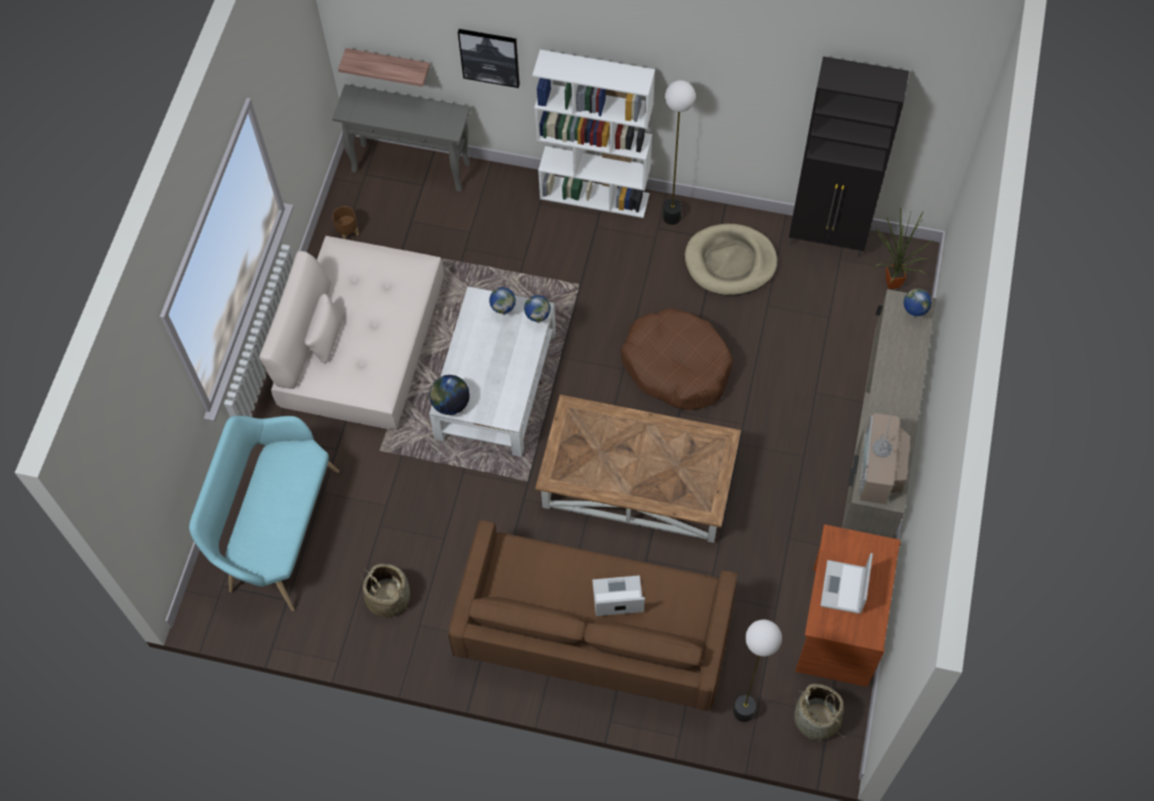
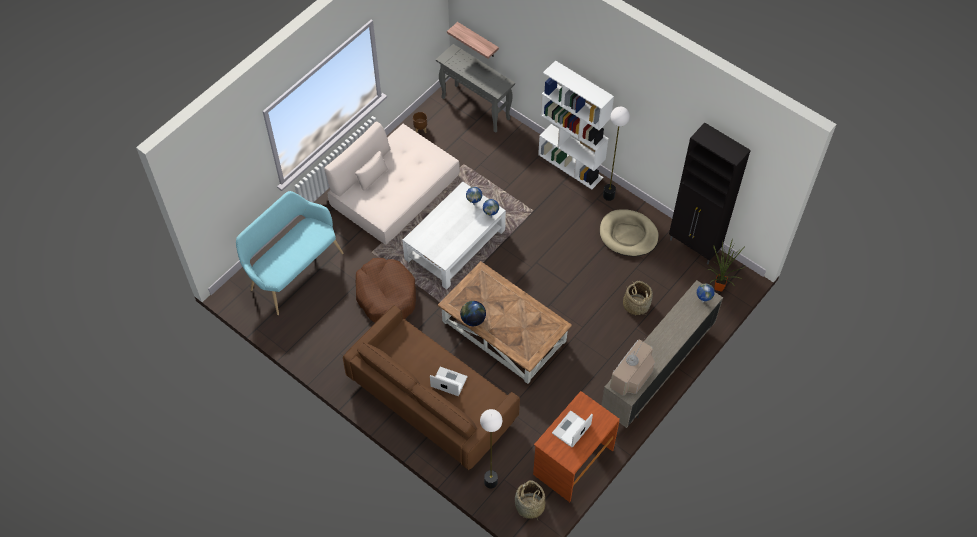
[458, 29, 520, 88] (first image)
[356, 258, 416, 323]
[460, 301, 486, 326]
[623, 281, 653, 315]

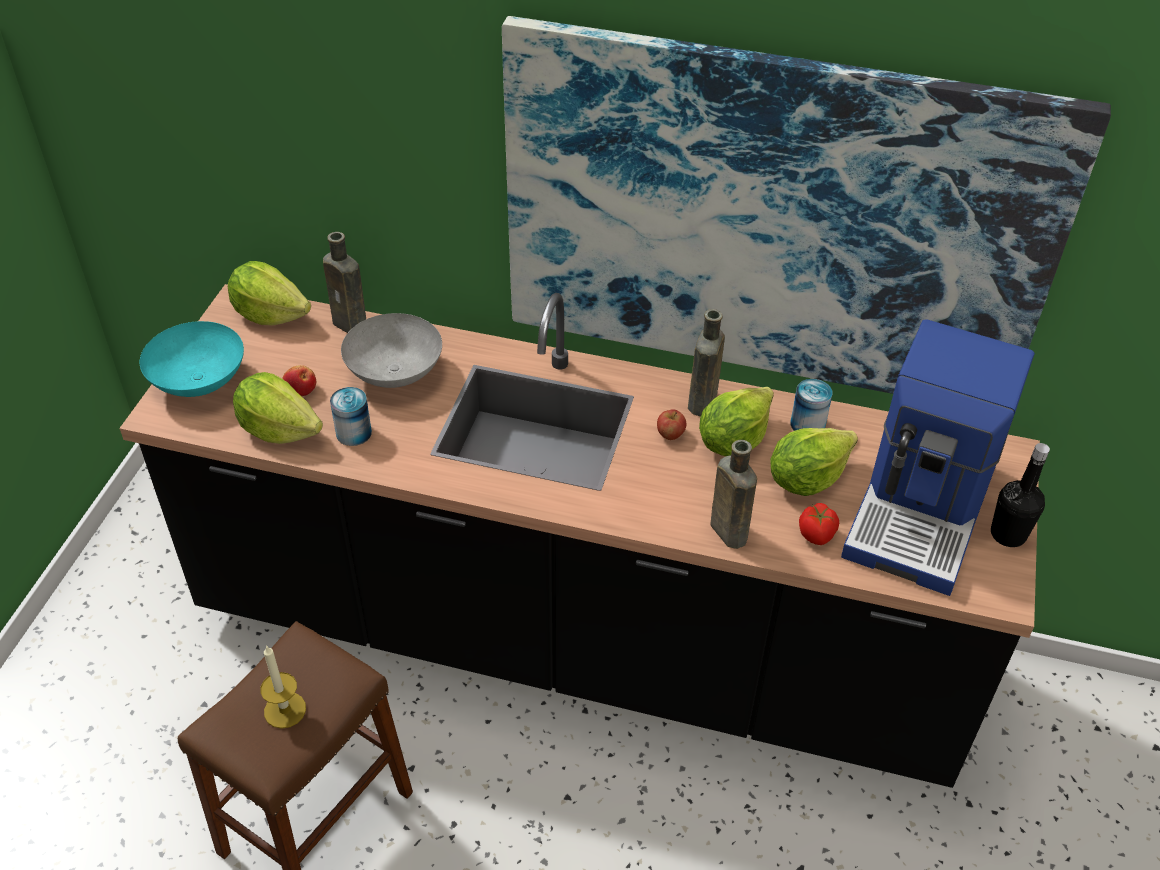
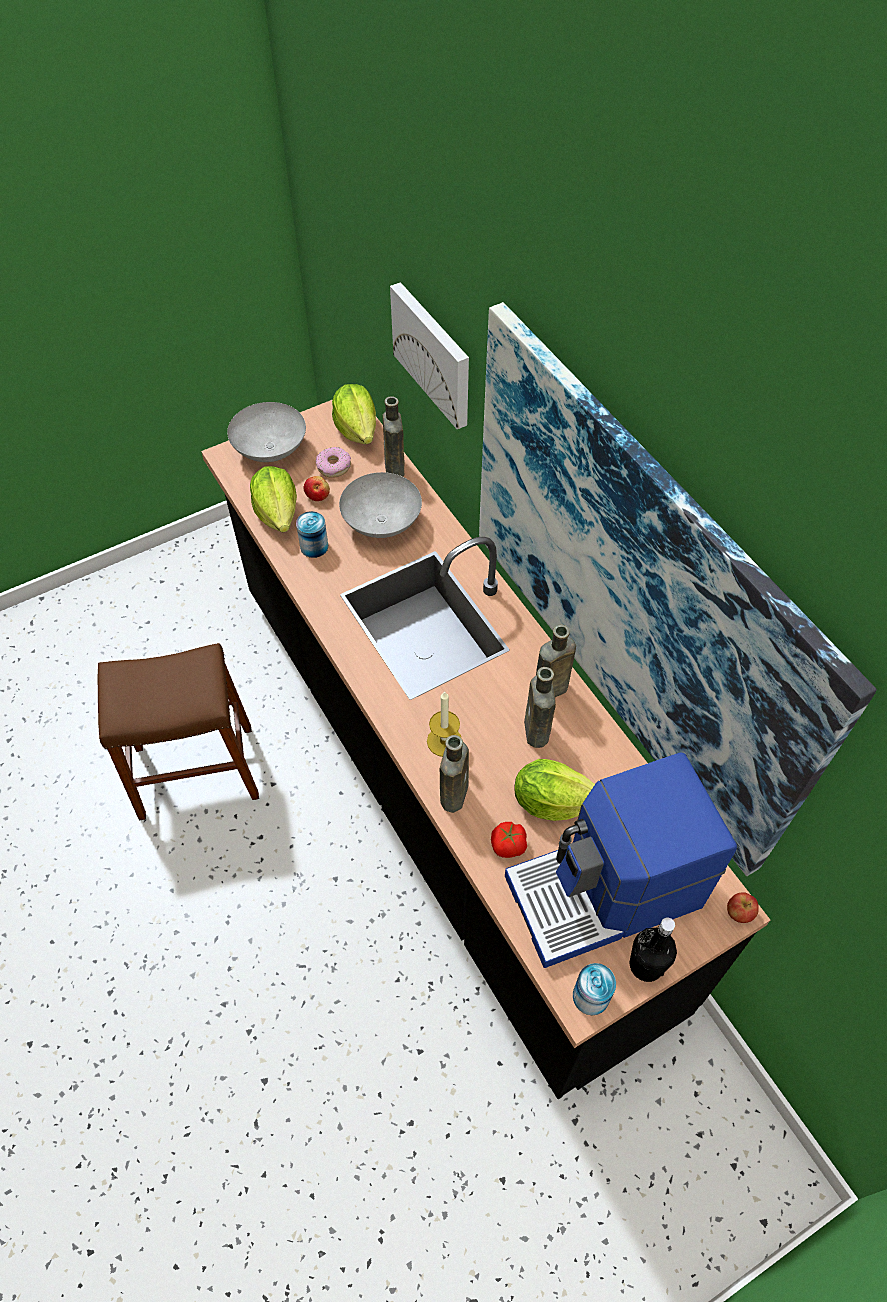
[227, 402, 306, 462]
[573, 963, 616, 1015]
[524, 667, 556, 748]
[727, 892, 759, 923]
[427, 691, 461, 757]
[390, 282, 469, 429]
[316, 447, 351, 478]

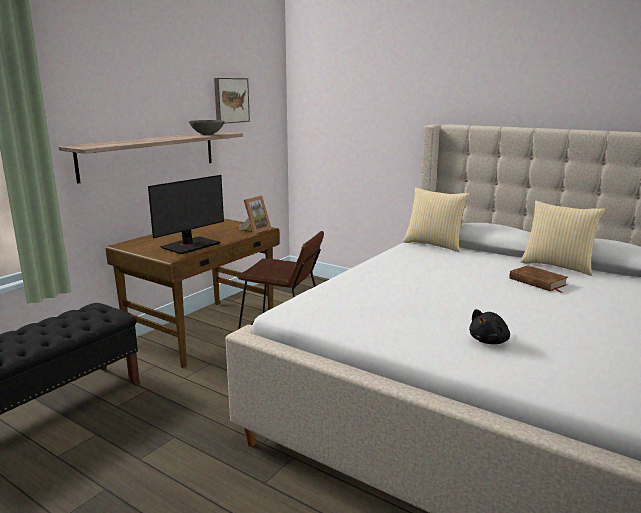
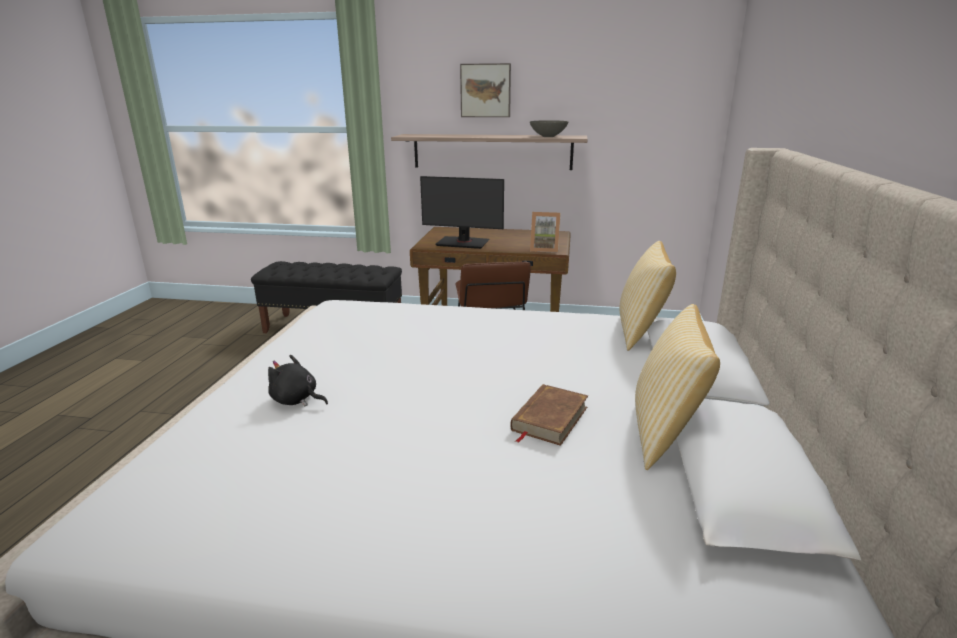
[460, 63, 511, 117]

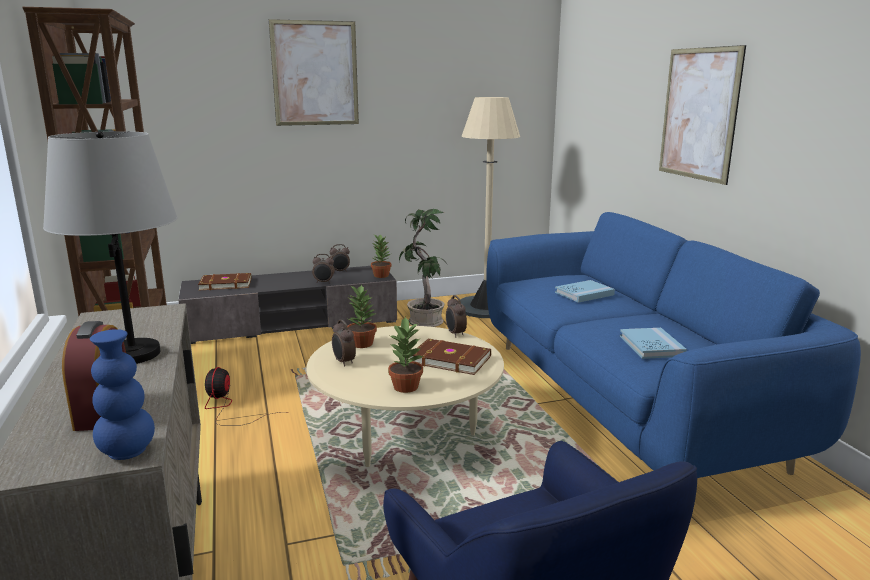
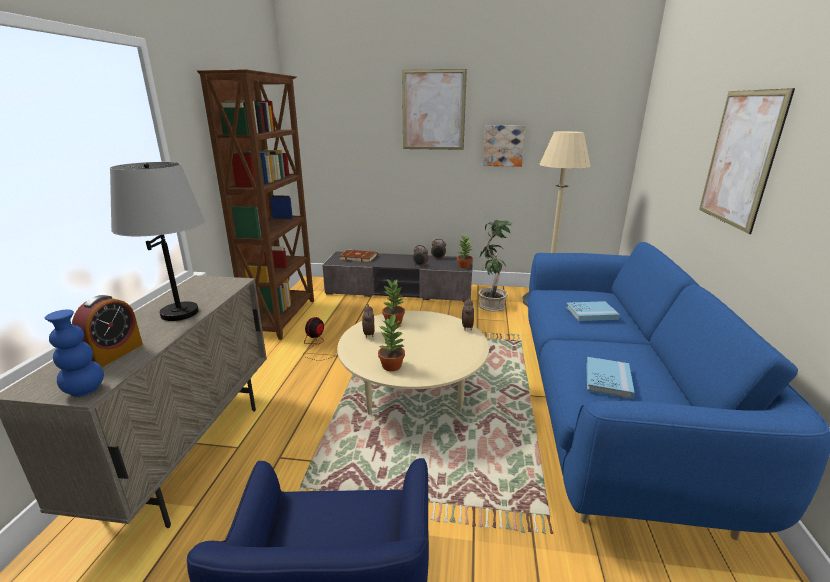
[410, 338, 491, 375] (first image)
[483, 125, 526, 167]

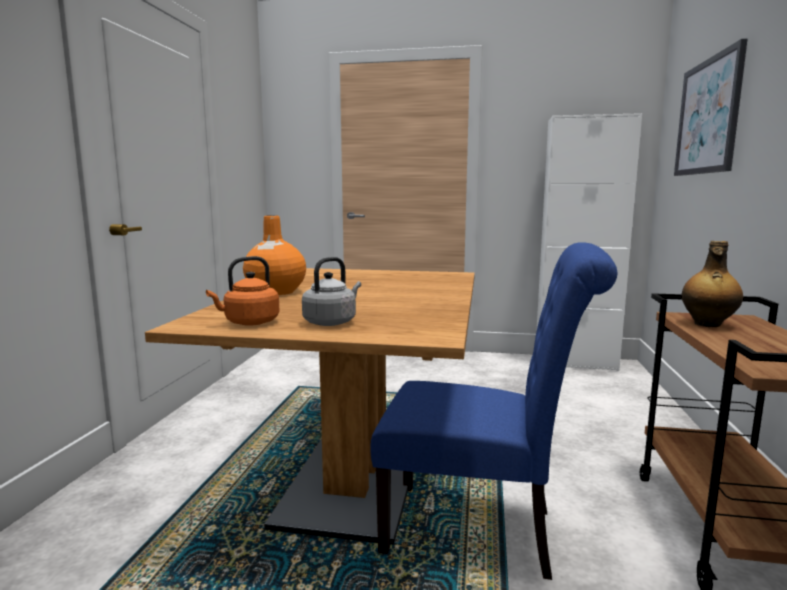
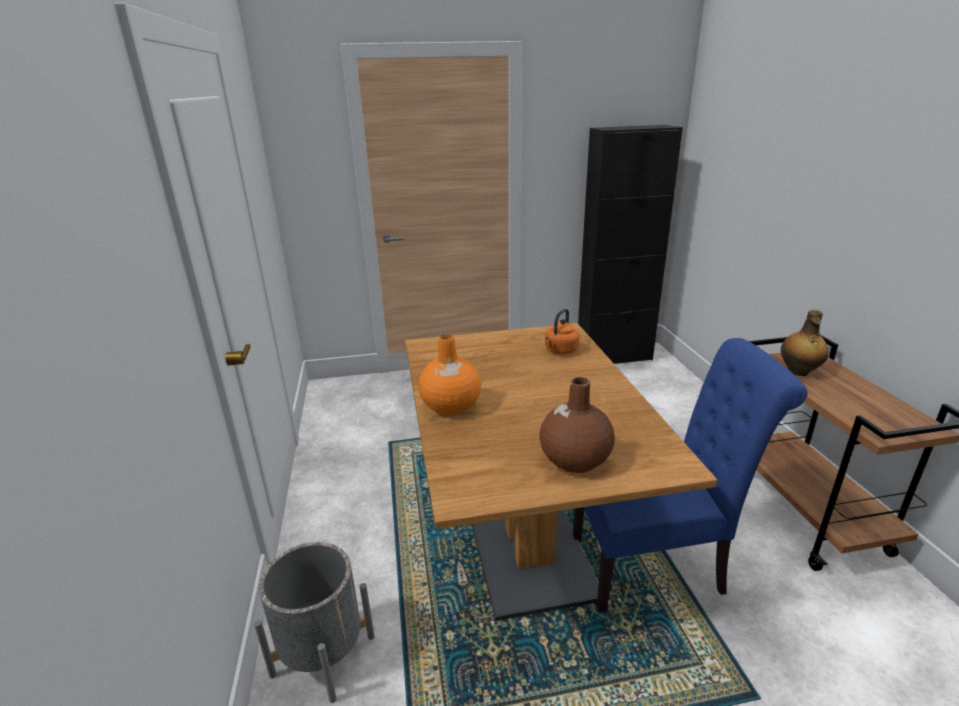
[674, 39, 748, 176] (first image)
[578, 125, 683, 364]
[545, 309, 580, 354]
[540, 377, 615, 473]
[254, 542, 374, 703]

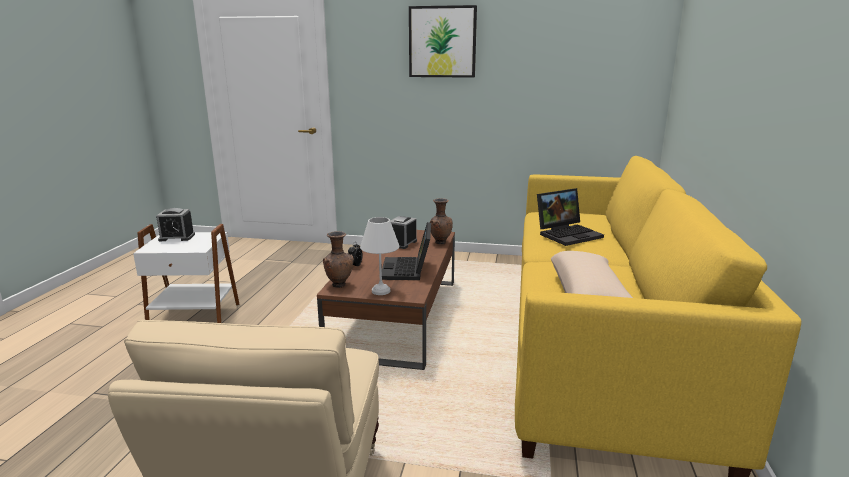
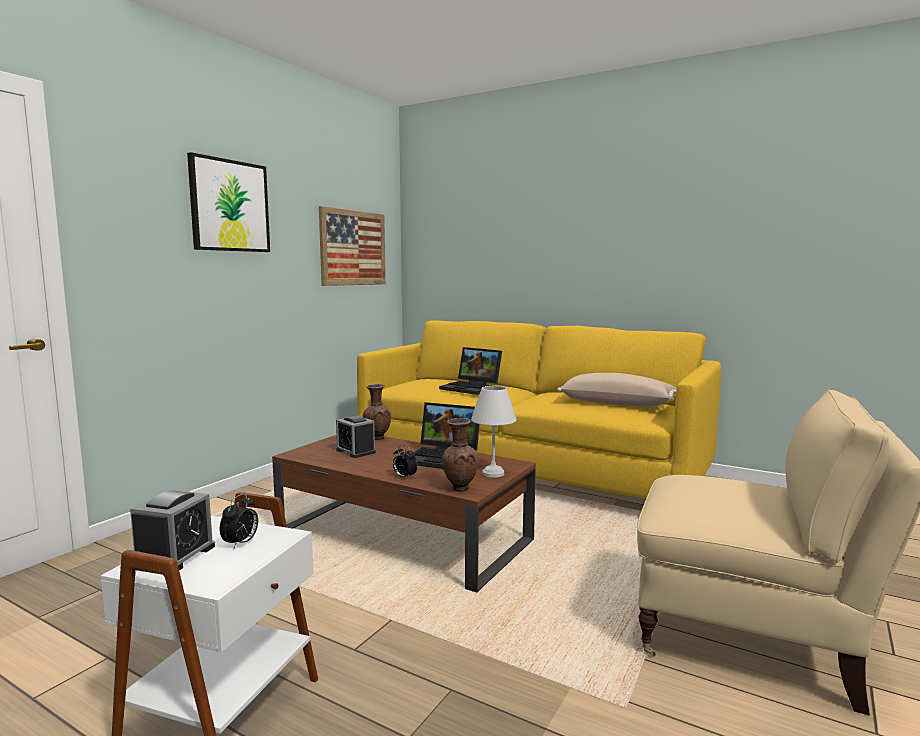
[439, 347, 502, 395]
[319, 206, 386, 286]
[220, 494, 258, 548]

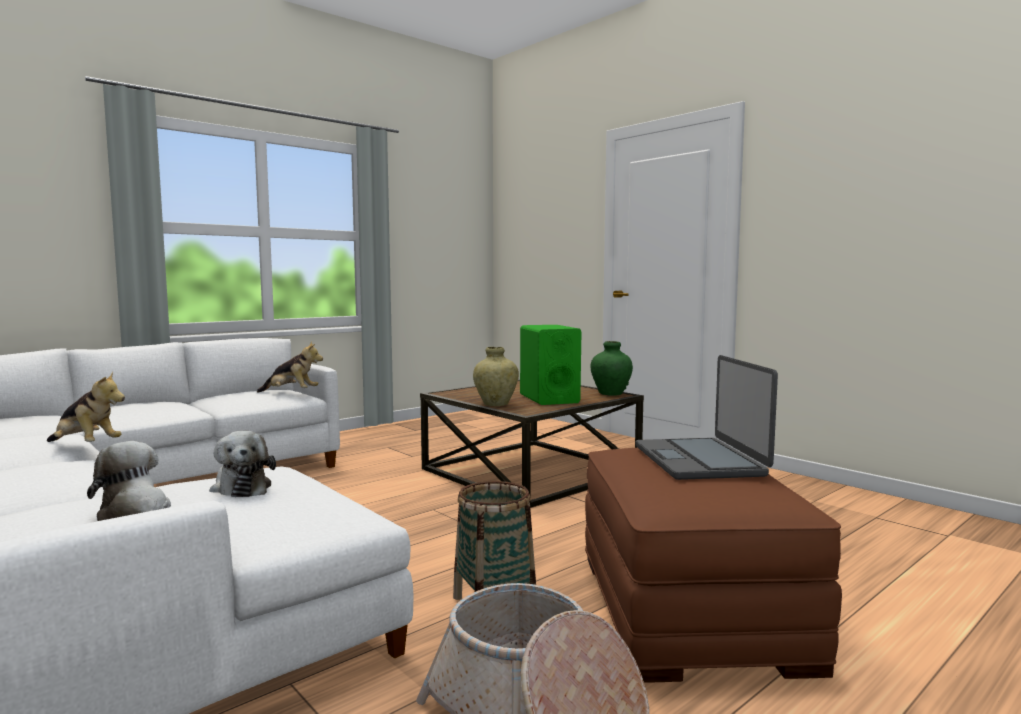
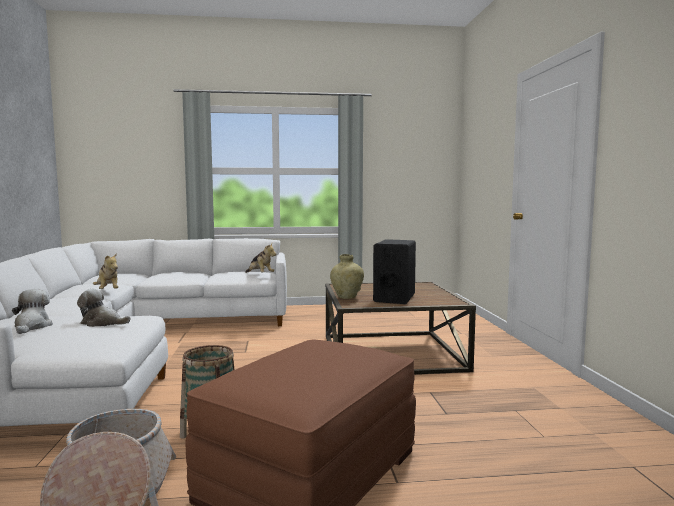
[373, 239, 416, 304]
[591, 341, 633, 396] (first image)
[636, 355, 778, 480] (first image)
[77, 289, 131, 327]

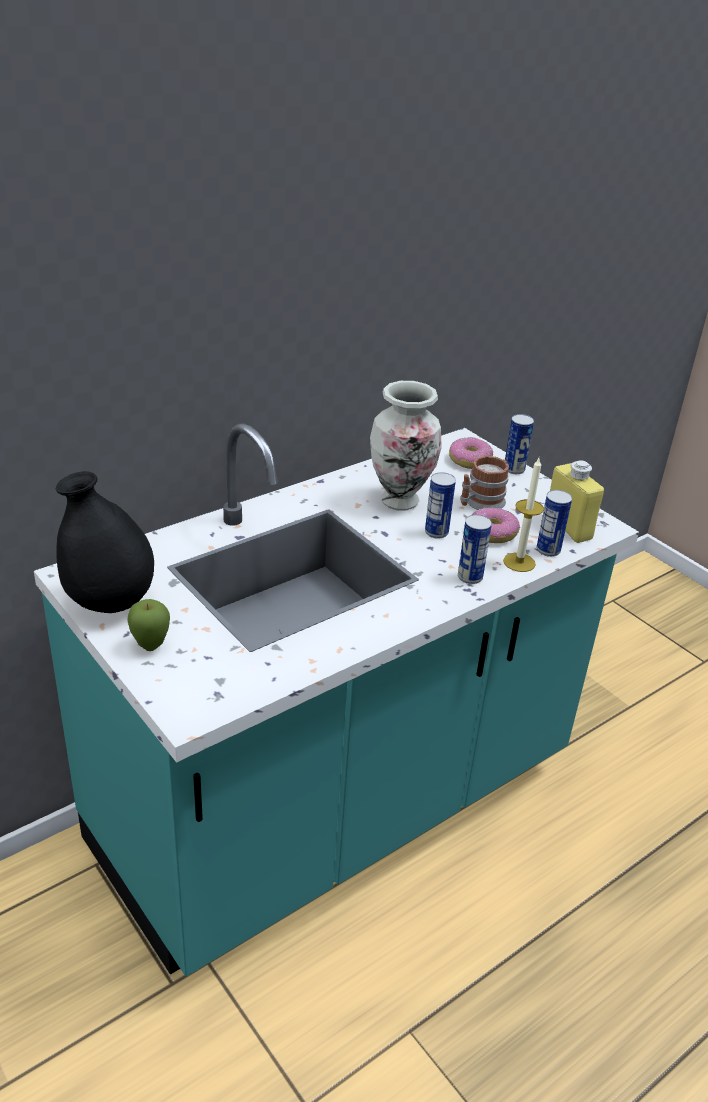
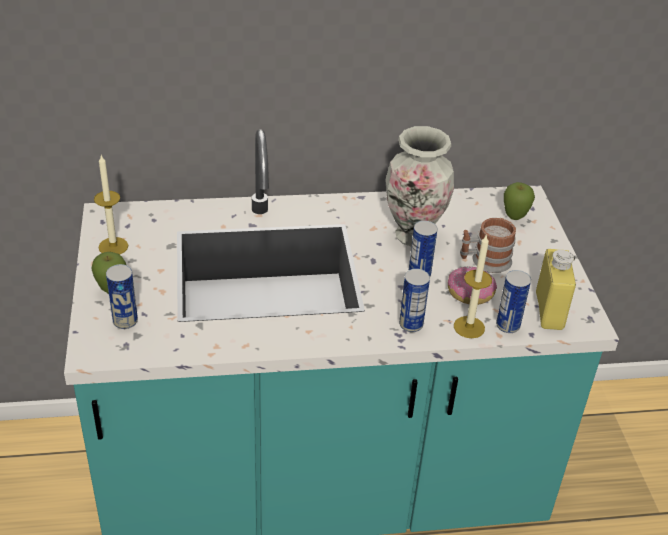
[106, 264, 138, 329]
[504, 182, 535, 220]
[94, 155, 128, 255]

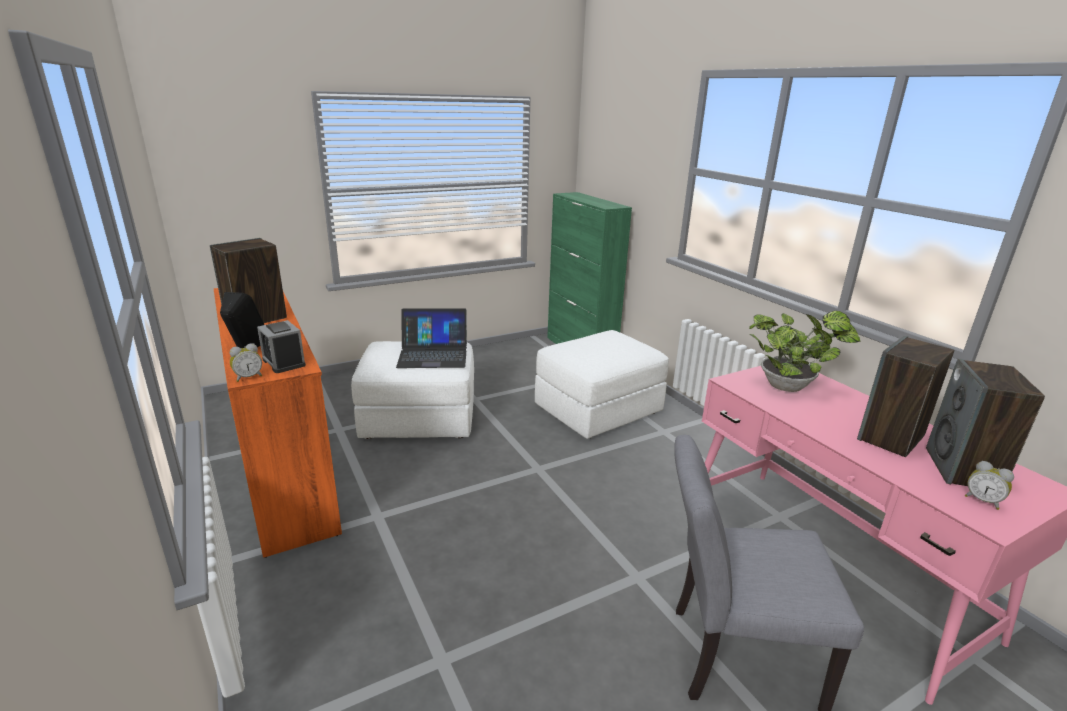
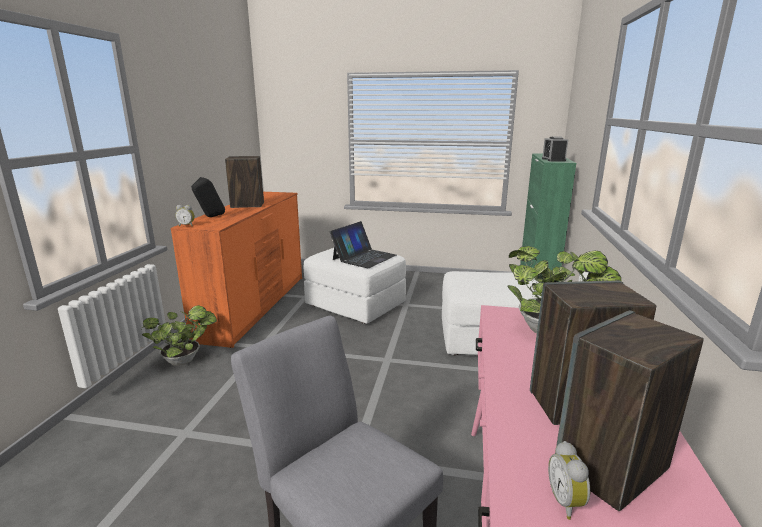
[330, 221, 396, 268]
[542, 137, 568, 161]
[140, 305, 217, 366]

